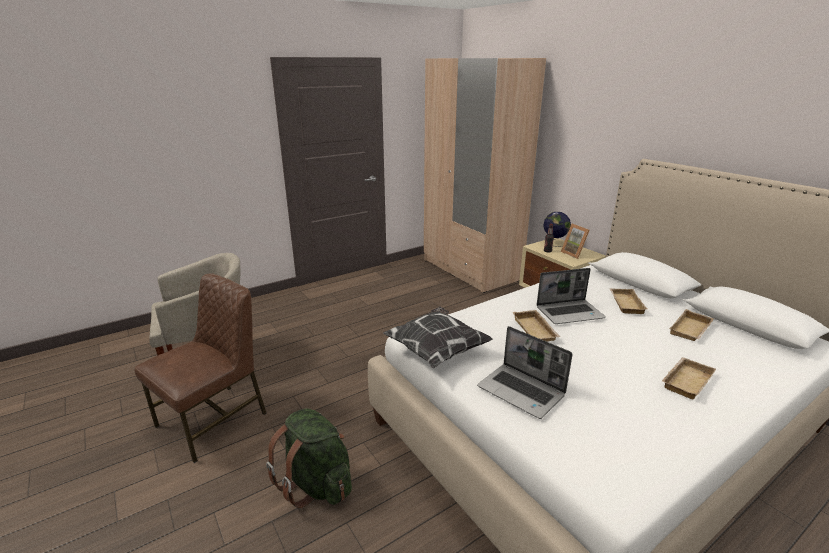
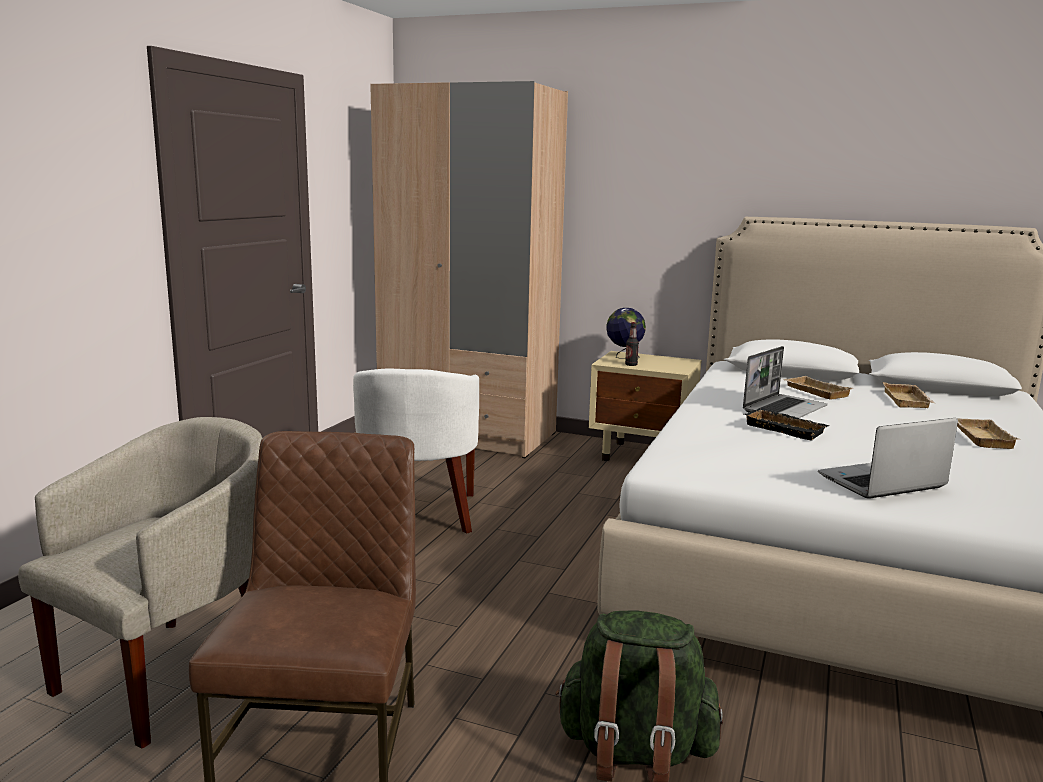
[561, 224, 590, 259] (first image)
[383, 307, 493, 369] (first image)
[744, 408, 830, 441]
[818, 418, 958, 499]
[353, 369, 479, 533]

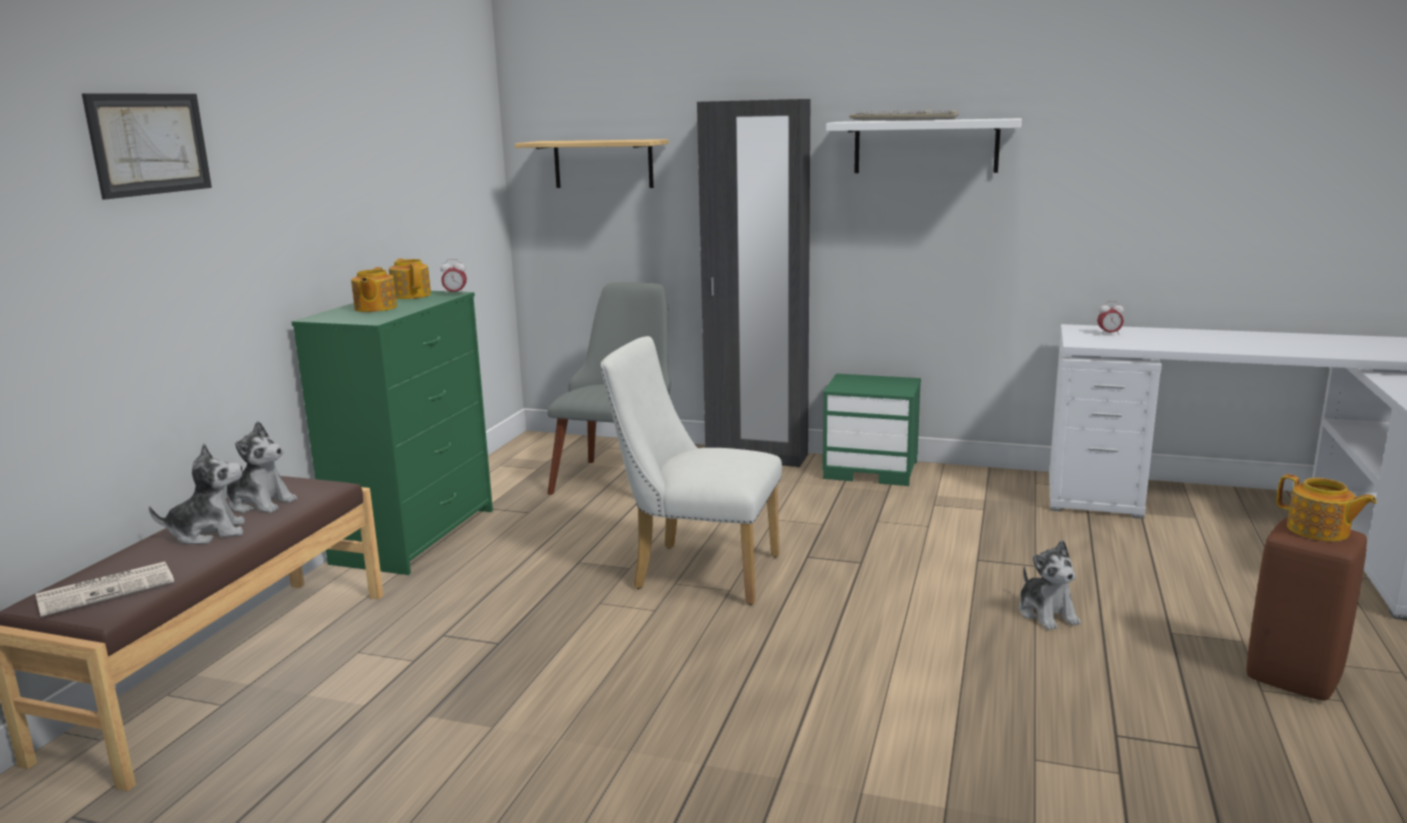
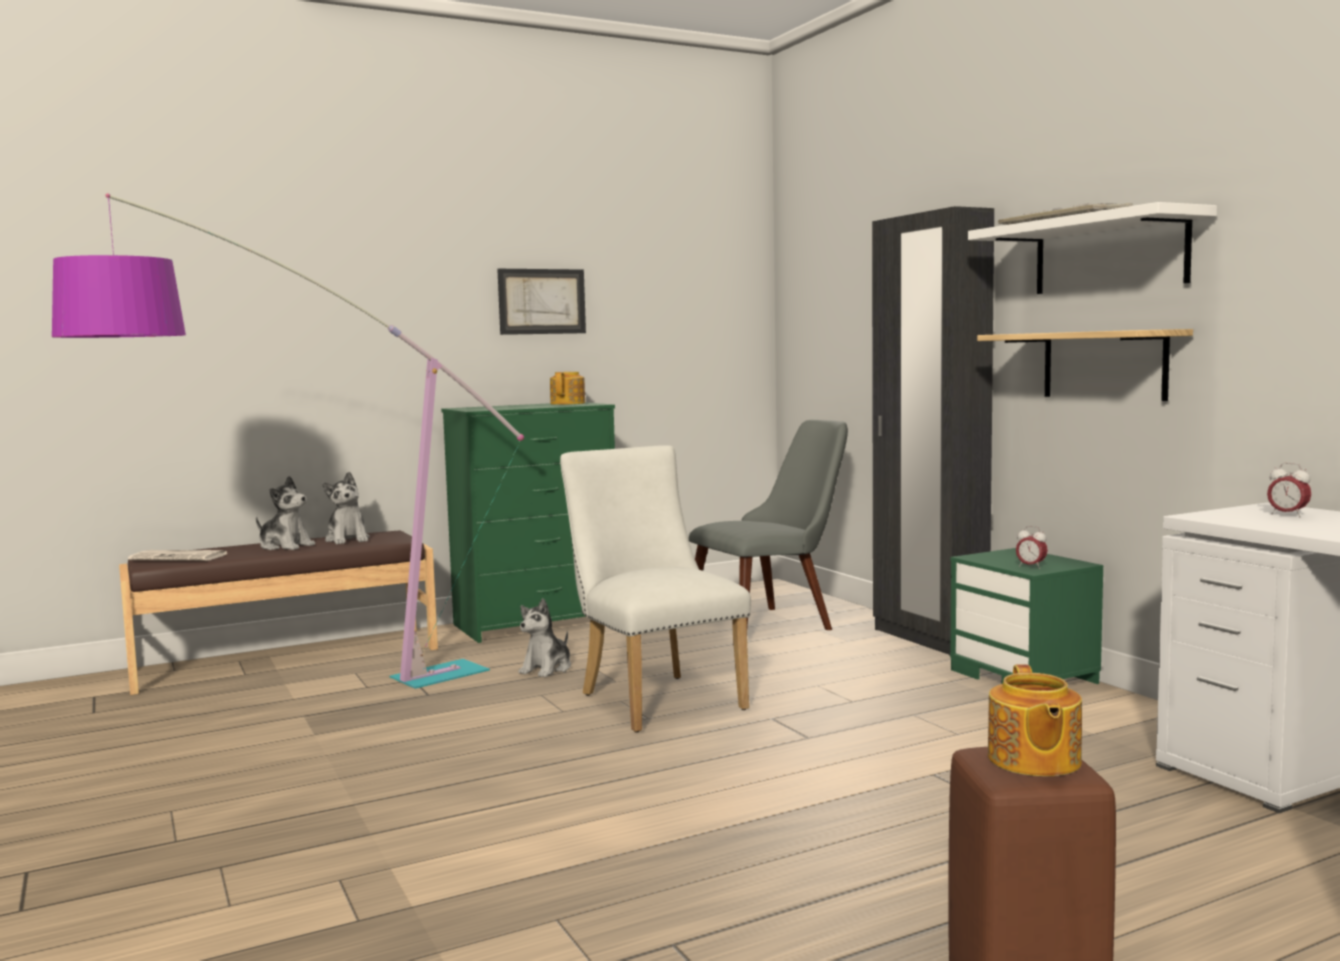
[497, 269, 586, 335]
[977, 329, 1193, 401]
[1016, 526, 1048, 569]
[351, 267, 397, 312] (first image)
[518, 598, 571, 677]
[52, 193, 524, 689]

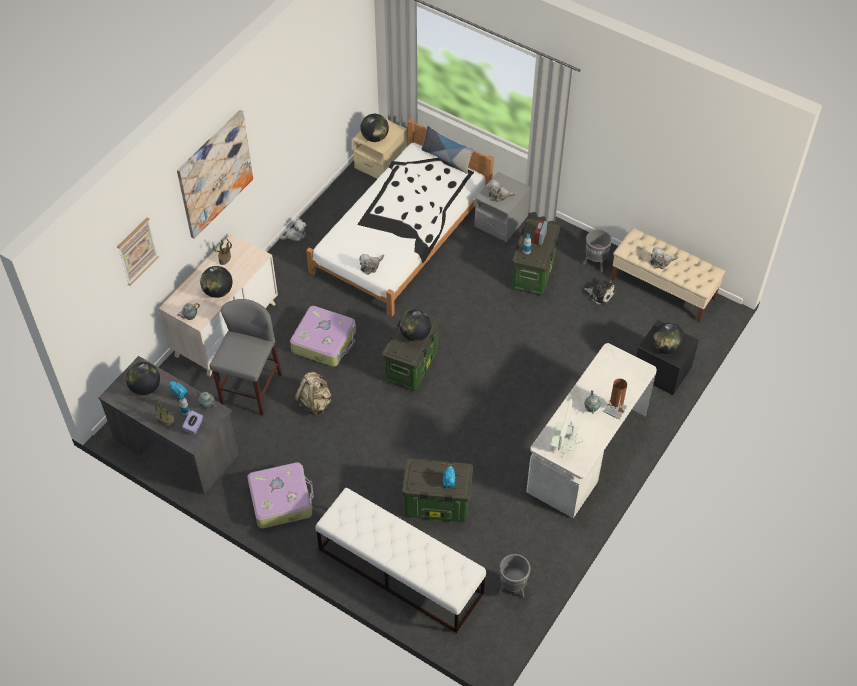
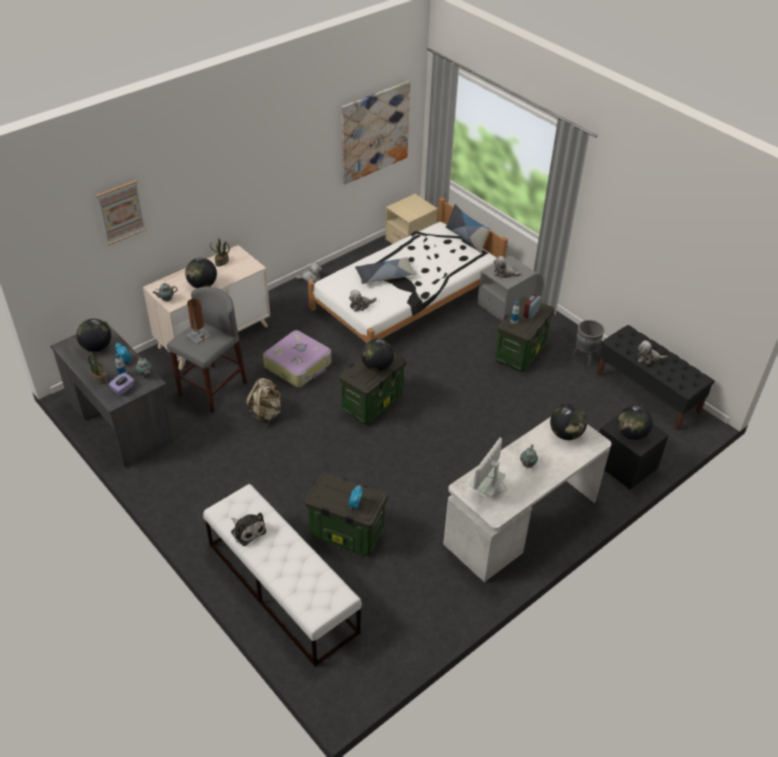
[342, 81, 411, 184]
[550, 404, 587, 440]
[596, 325, 715, 430]
[231, 512, 266, 546]
[187, 299, 211, 344]
[247, 462, 314, 528] (first image)
[499, 554, 530, 598] (first image)
[355, 258, 417, 284]

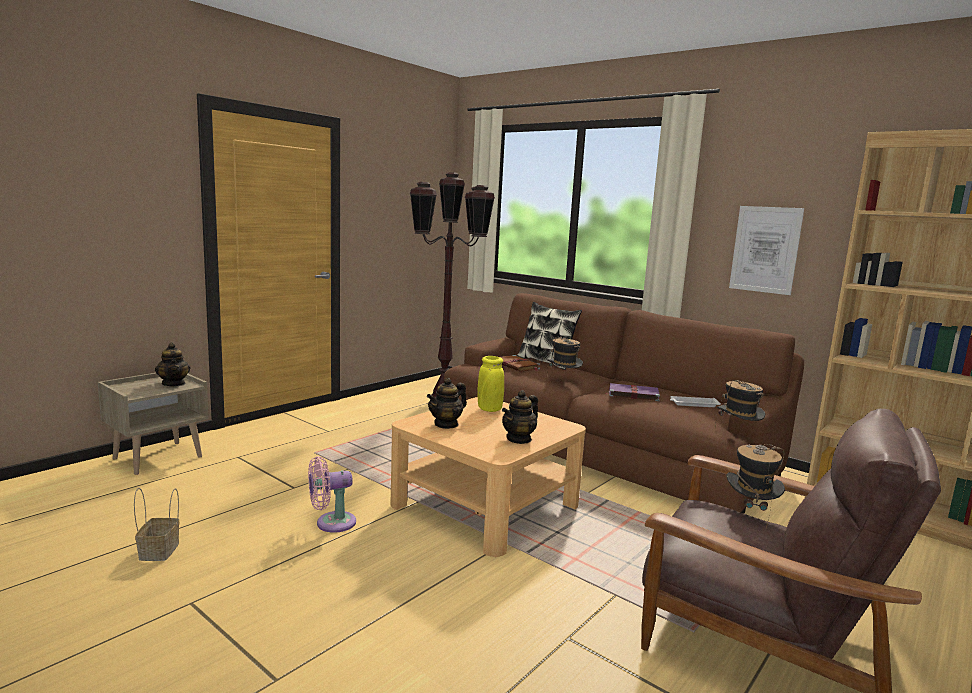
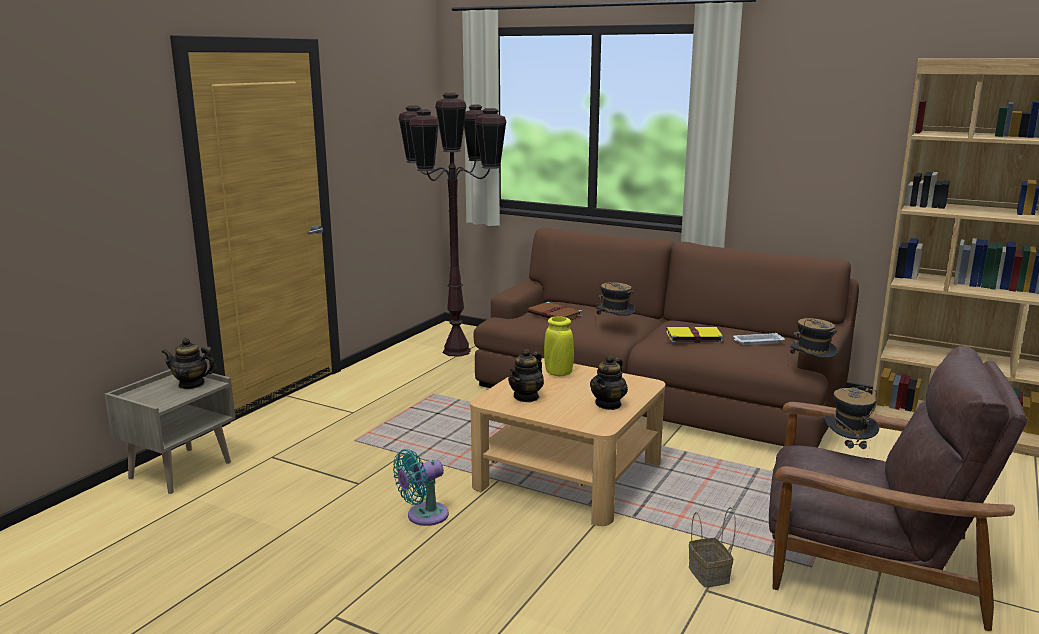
[729, 206, 804, 295] (first image)
[517, 302, 582, 370] (first image)
[162, 338, 217, 389]
[665, 327, 723, 343]
[393, 449, 449, 526]
[689, 507, 736, 587]

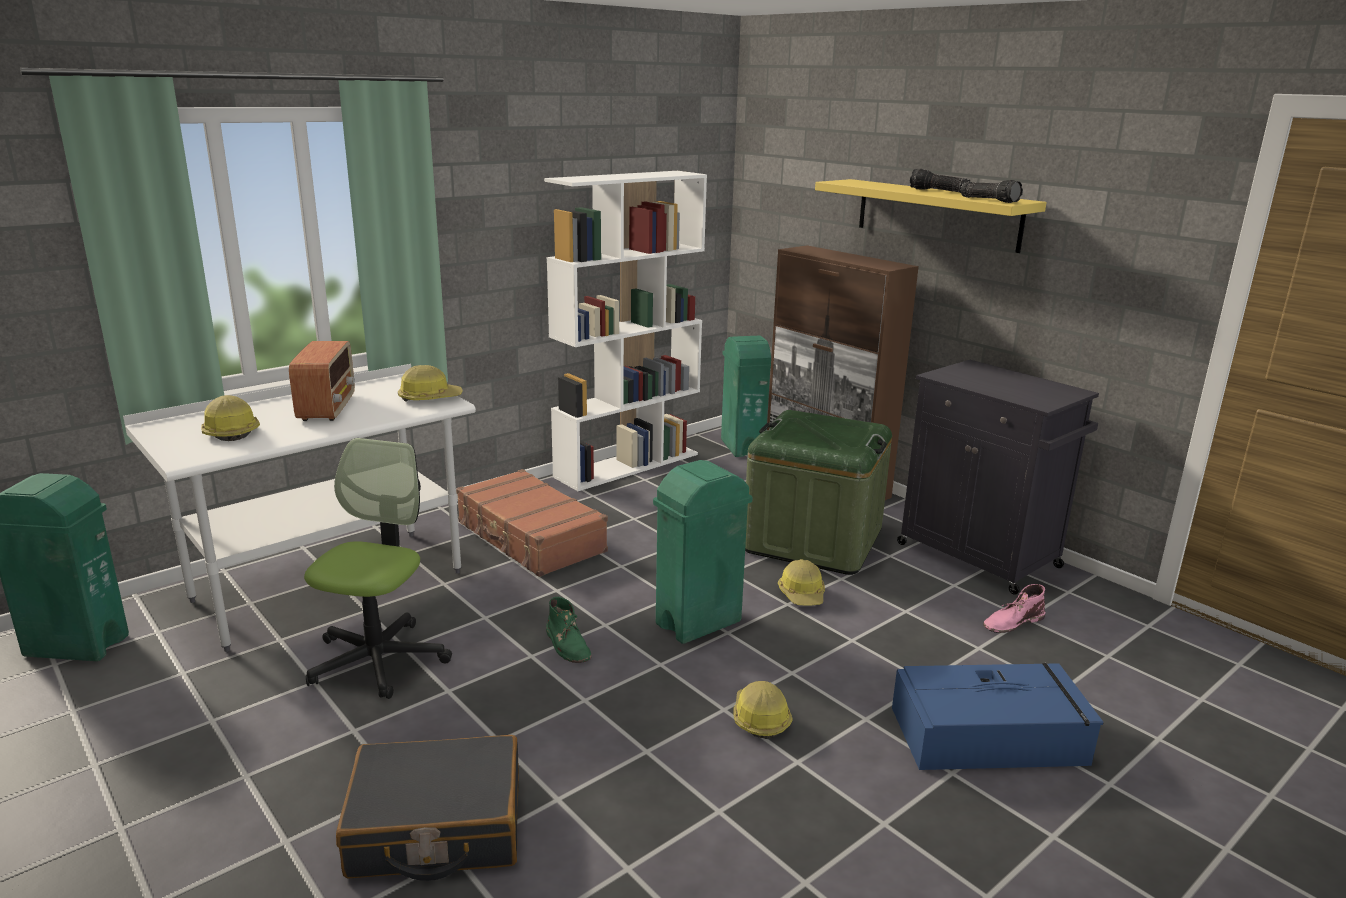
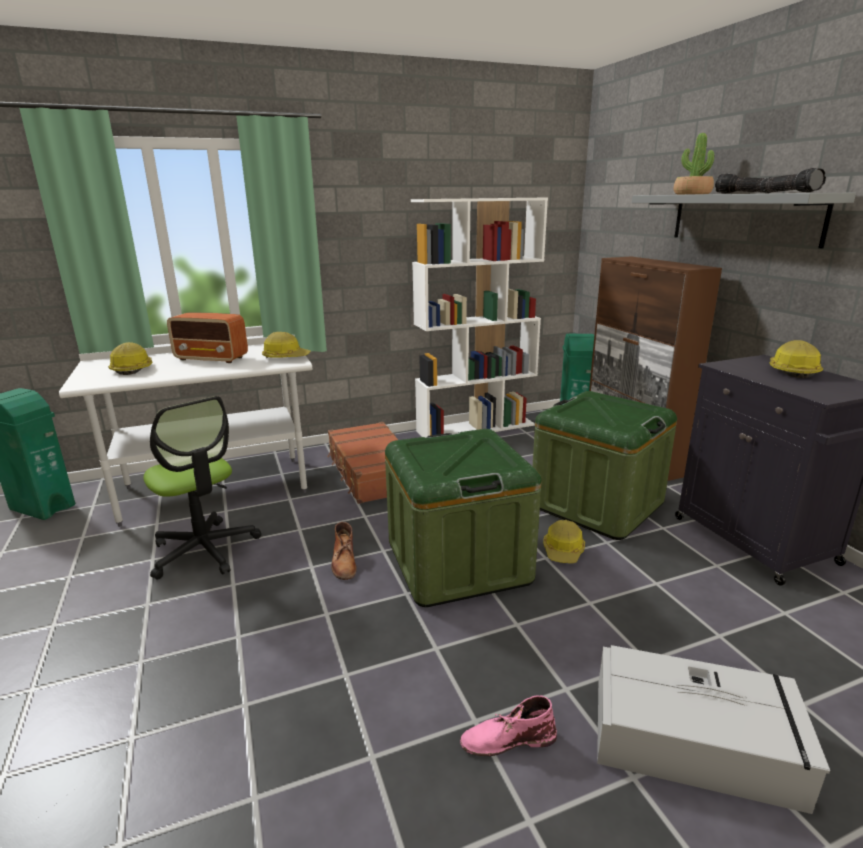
[632, 192, 856, 248]
[167, 312, 248, 363]
[144, 396, 261, 579]
[385, 429, 541, 607]
[460, 695, 557, 756]
[331, 522, 357, 580]
[597, 645, 830, 814]
[770, 340, 823, 378]
[336, 735, 519, 881] (first image)
[674, 133, 714, 194]

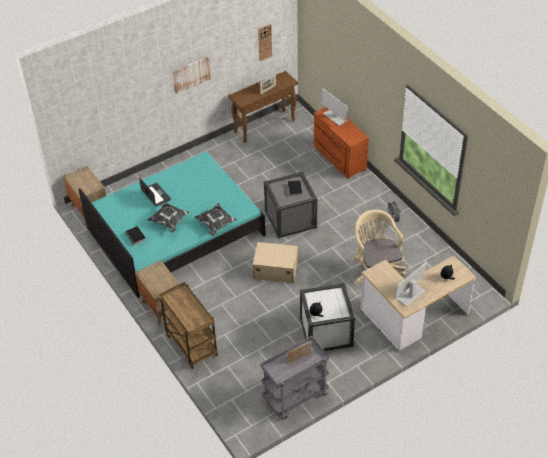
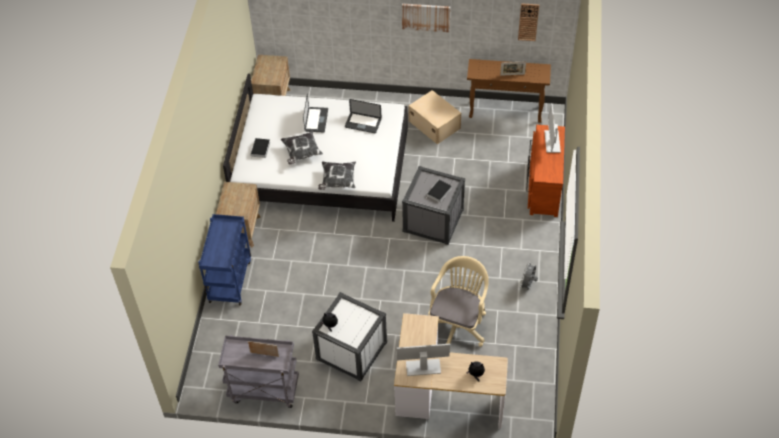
[223, 74, 408, 222]
[409, 90, 461, 144]
[198, 214, 251, 306]
[345, 99, 381, 133]

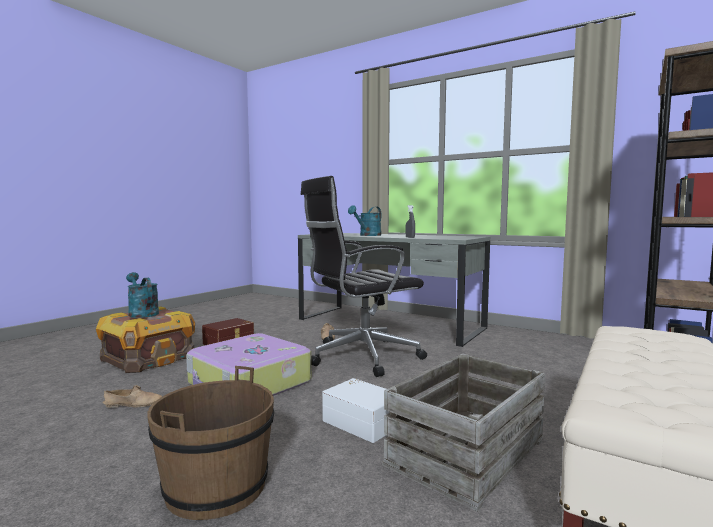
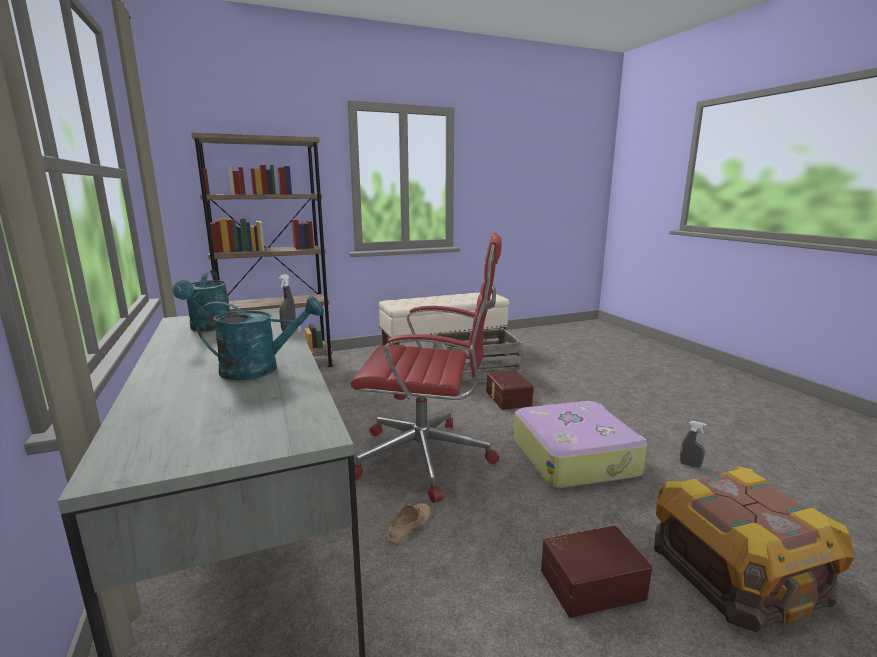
[350, 233, 502, 503]
[173, 269, 230, 332]
[147, 366, 274, 520] (first image)
[486, 370, 534, 410]
[680, 421, 706, 468]

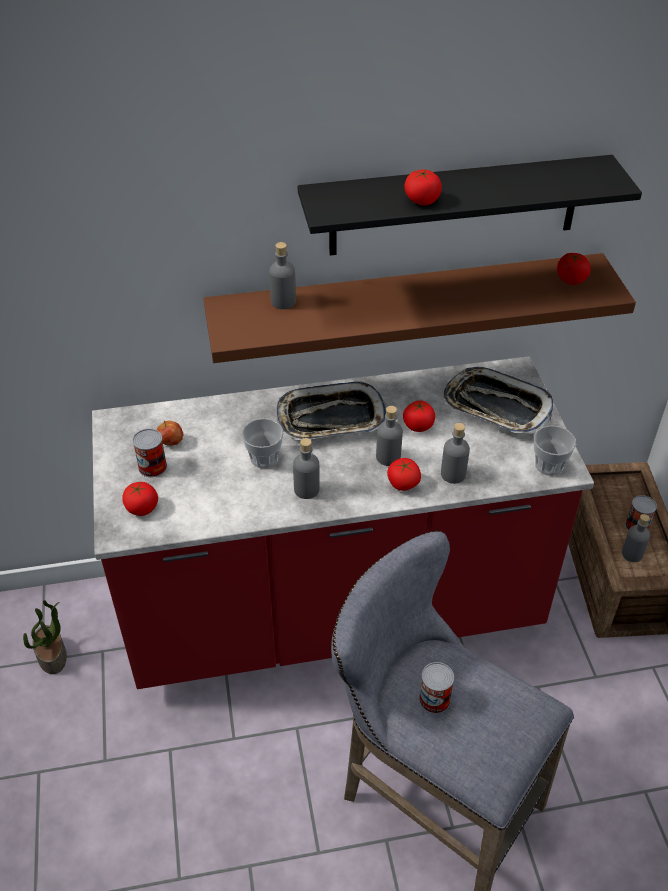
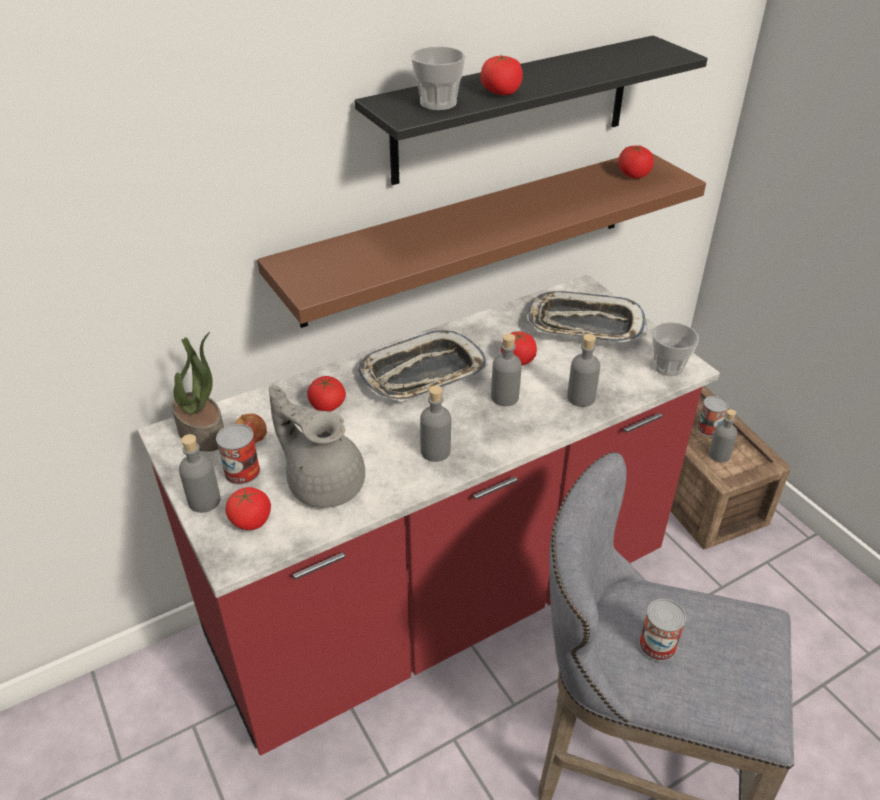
[179, 434, 221, 513]
[411, 46, 466, 110]
[307, 376, 346, 412]
[172, 332, 224, 452]
[269, 384, 365, 508]

